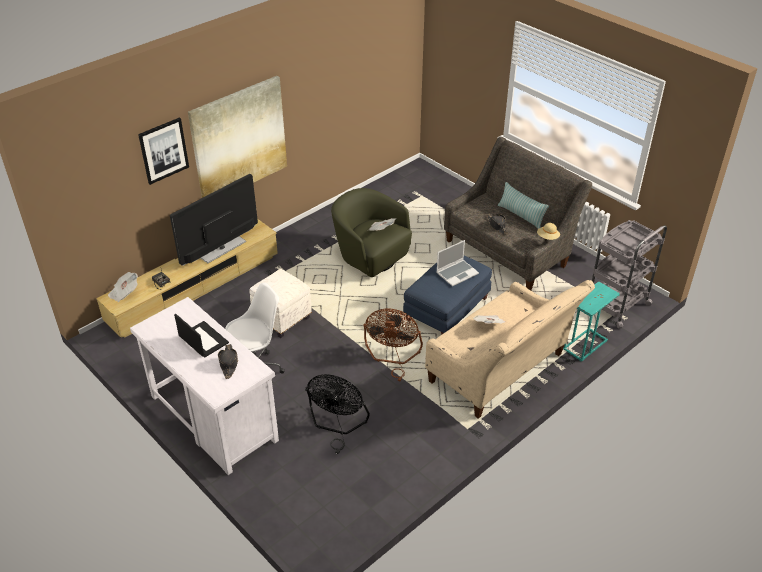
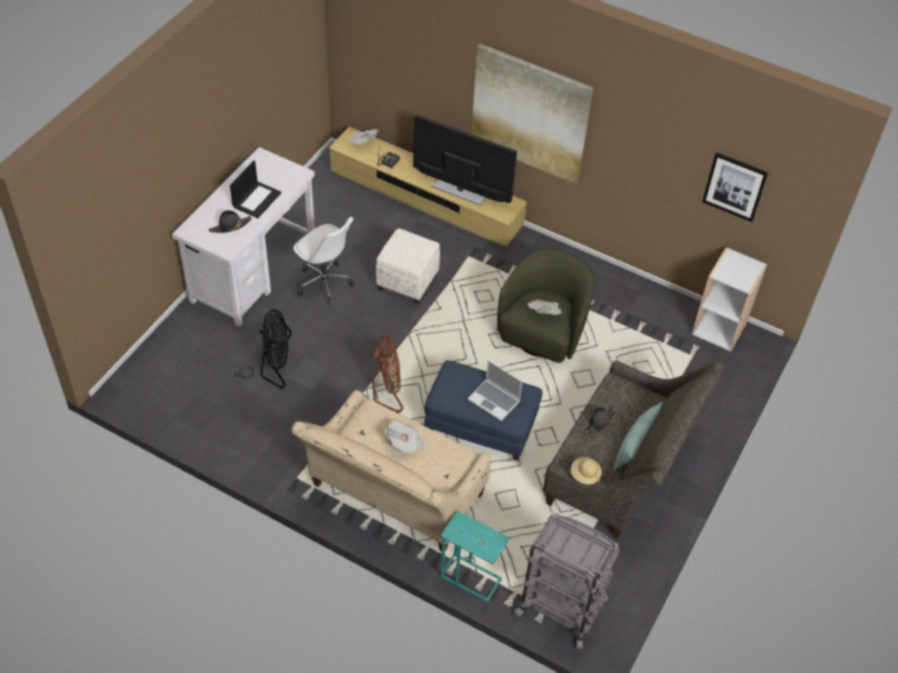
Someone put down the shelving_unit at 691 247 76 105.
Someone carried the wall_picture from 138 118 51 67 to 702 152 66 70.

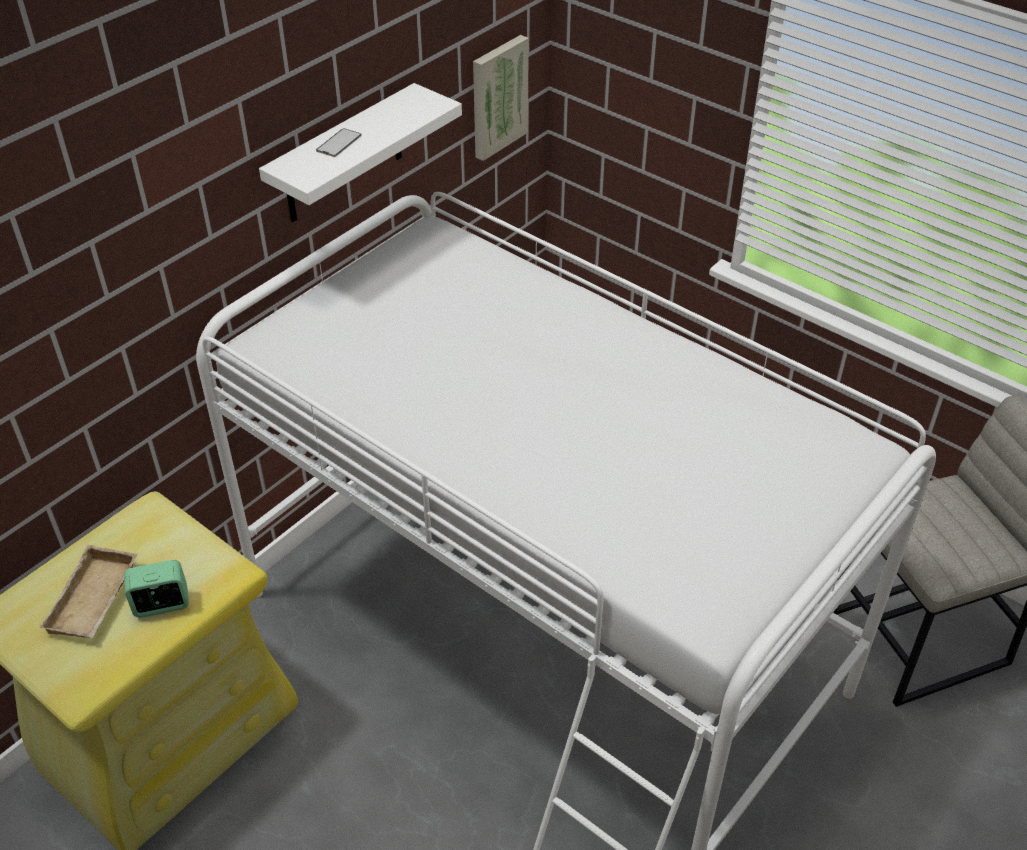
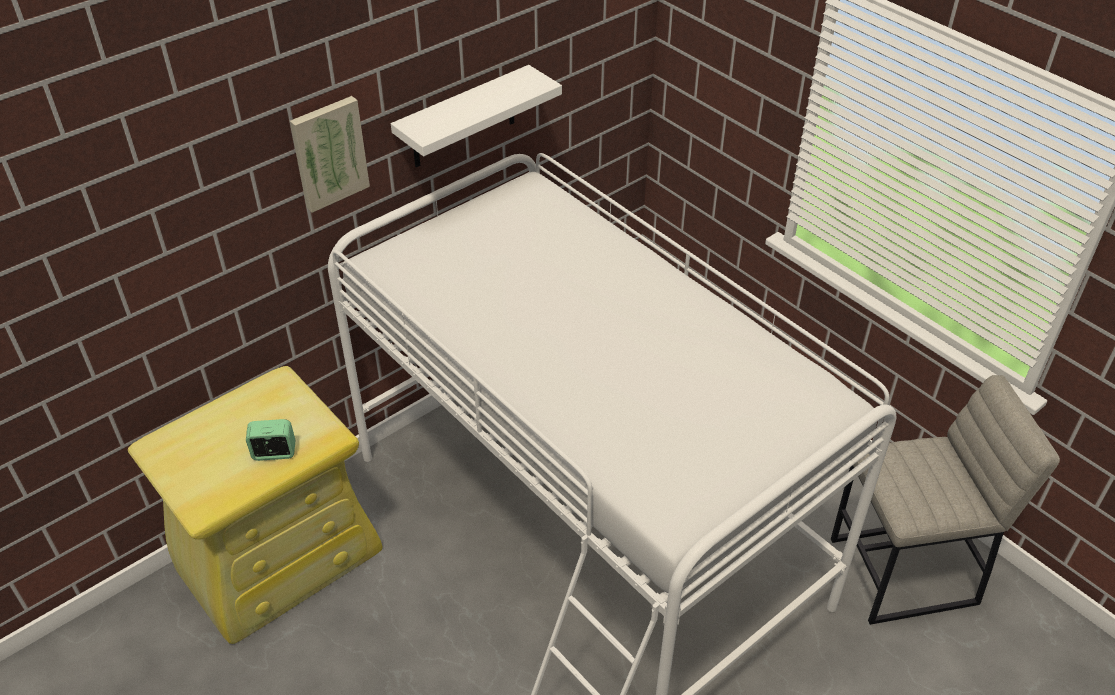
Someone carried the wall_picture from 473 35 56 126 to 290 96 80 117.
Someone took away the beige_serving_tray at 40 545 97 93.
Someone took away the handset at 316 128 46 29.

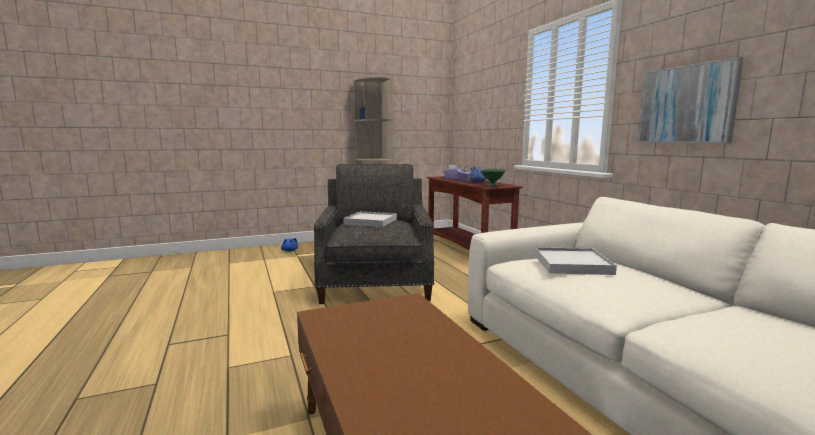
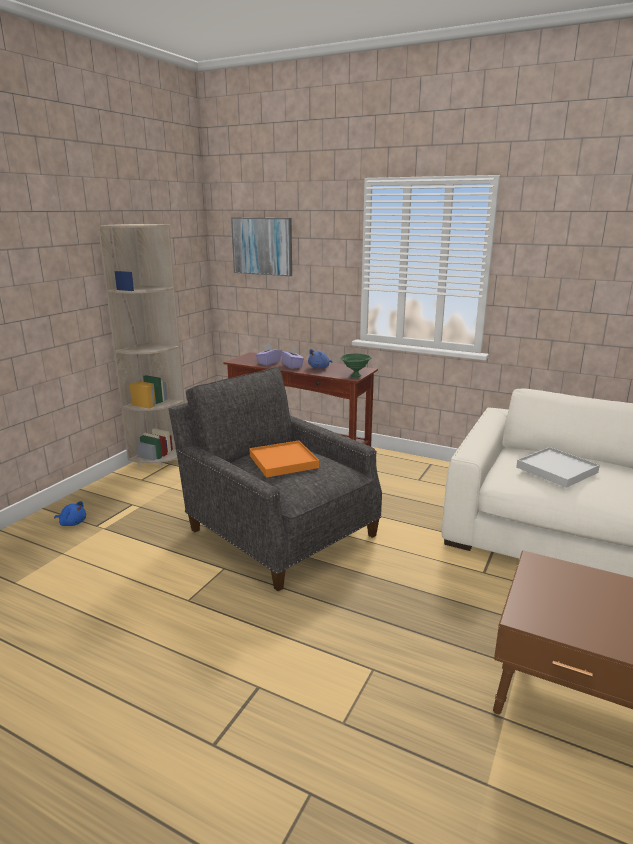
Someone carried the wall_picture from 637 57 107 86 to 231 217 61 59.
Someone repainted the white-coloured_serving_tray at 343 211 54 16, which became the orangey_serving_tray at 249 441 70 36.

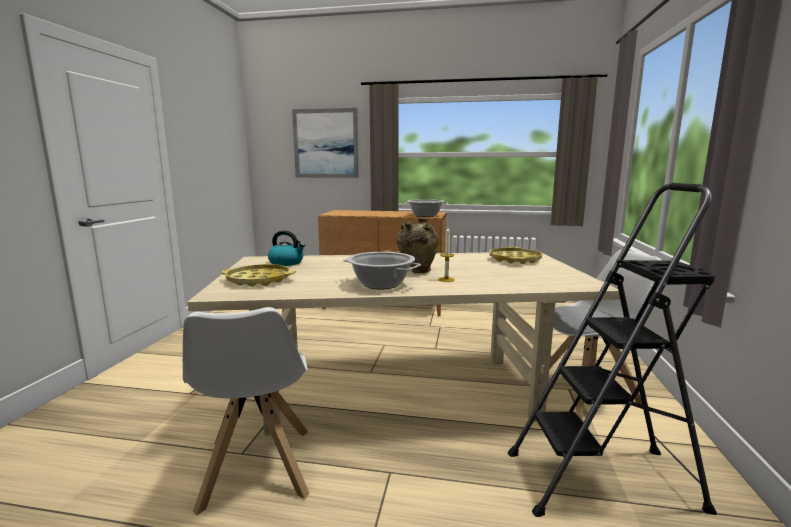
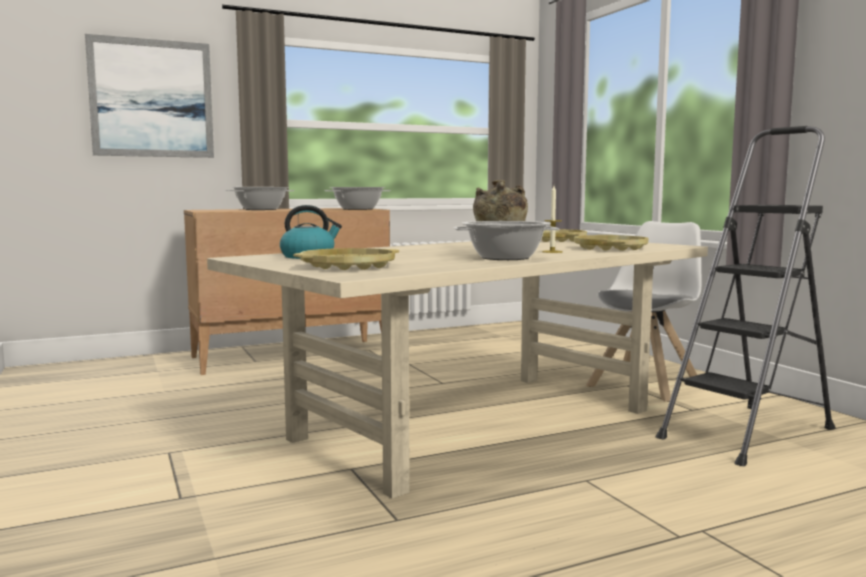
Someone put down the stockpot at 225 187 69 23.
Someone put down the yellowish_serving_tray at 574 235 74 16.
Someone took away the upright_chair at 183 307 127 209.

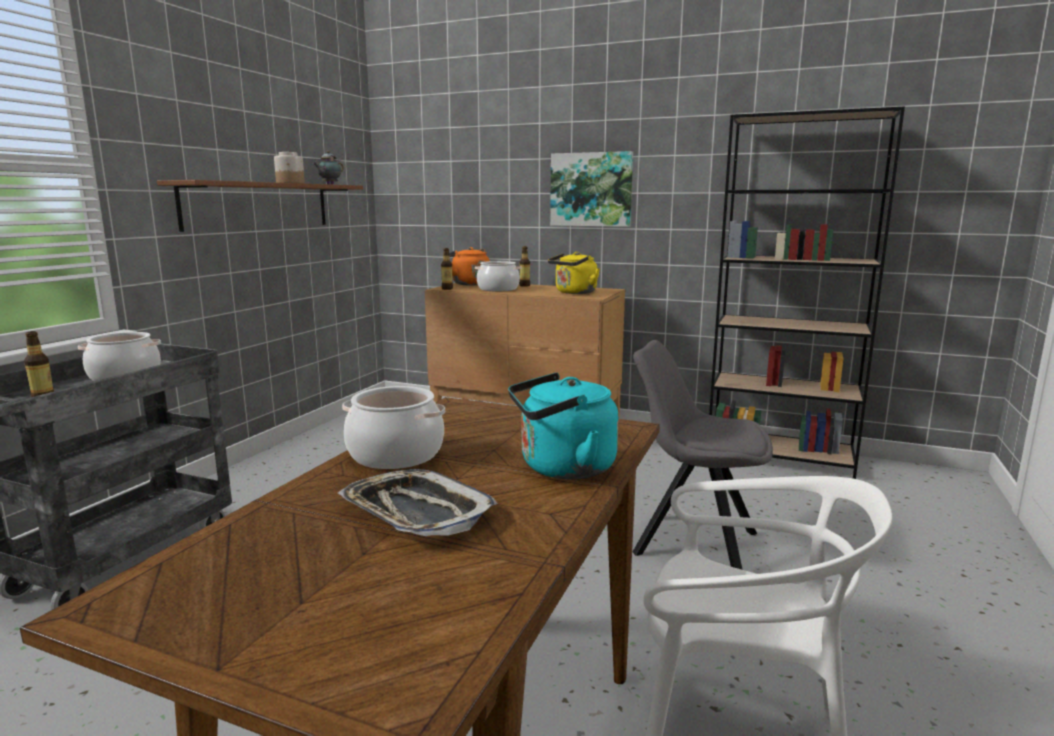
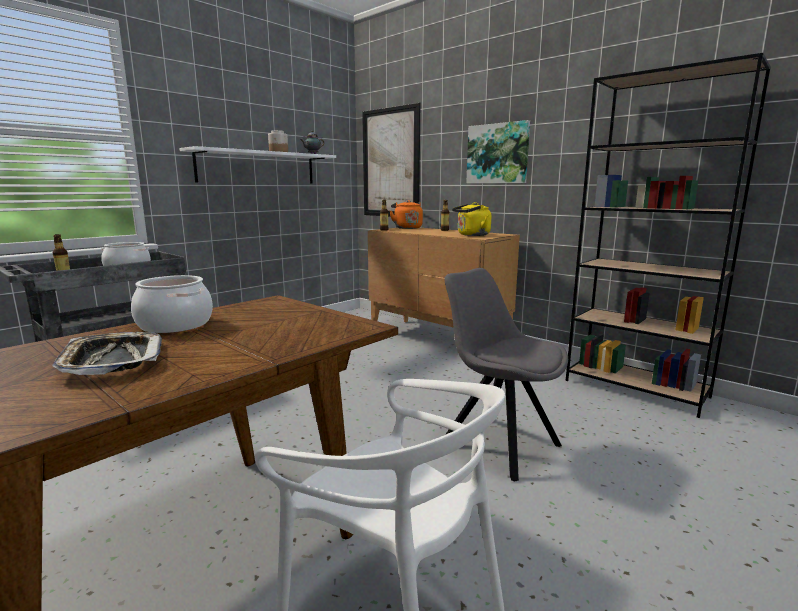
Someone repainted the brown_bracket_shelf at 157 180 206 52, which became the white-coloured_bracket_shelf at 179 146 157 38.
Someone put up the wall_picture at 362 102 58 114.
Someone took away the stockpot at 475 261 46 30.
Someone took away the turquoise-coloured_water_kettle at 508 373 111 106.

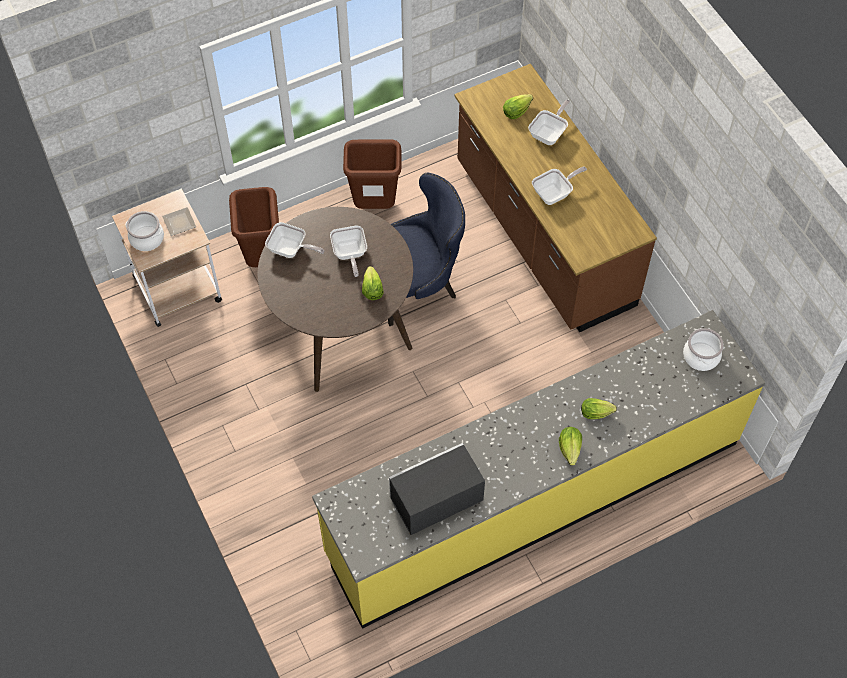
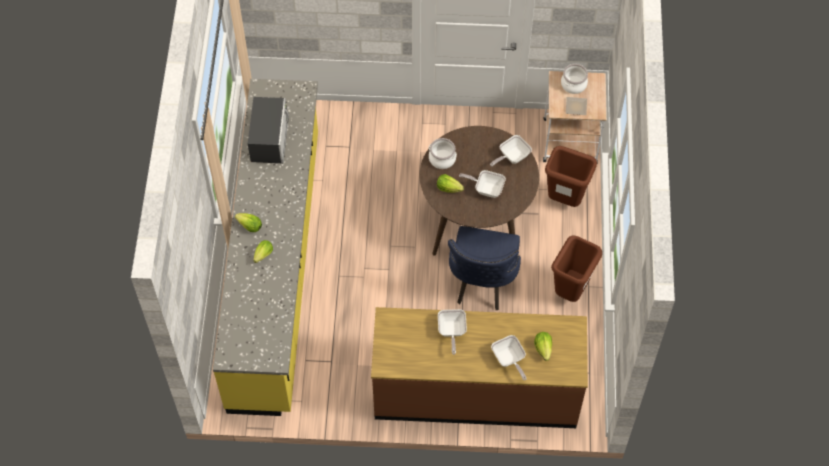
Someone carried the stockpot from 683 328 41 43 to 429 138 28 31.

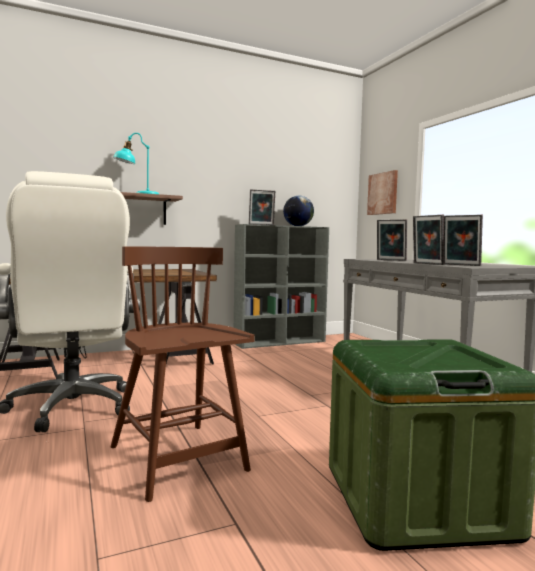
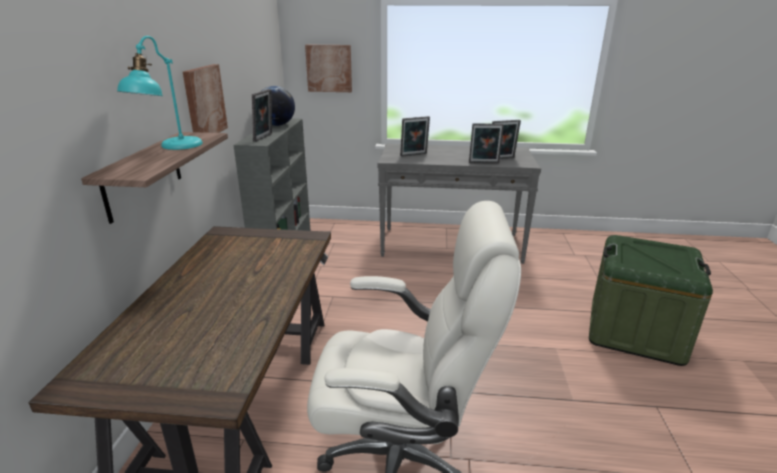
Someone put up the wall_picture at 183 64 45 69.
Someone took away the brown_upright_chair at 111 246 144 256.

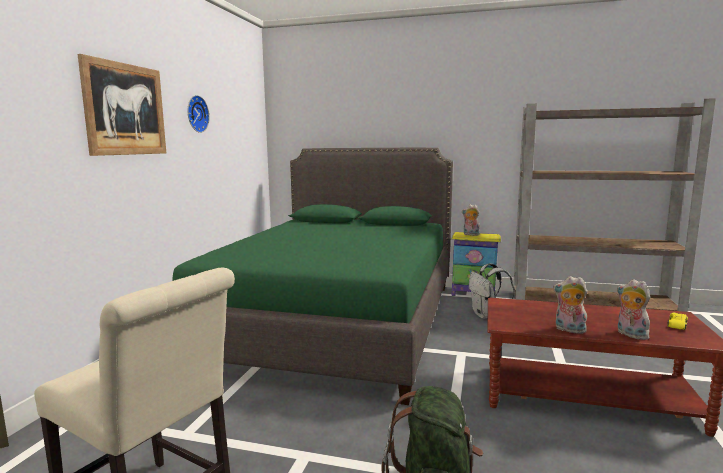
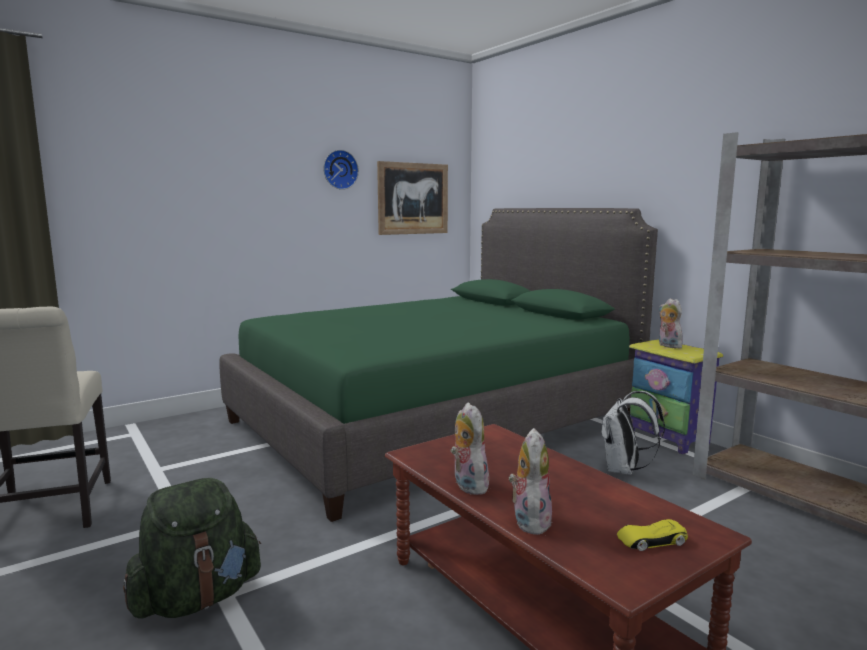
Someone carried the wall_picture from 78 54 88 102 to 377 161 71 74.

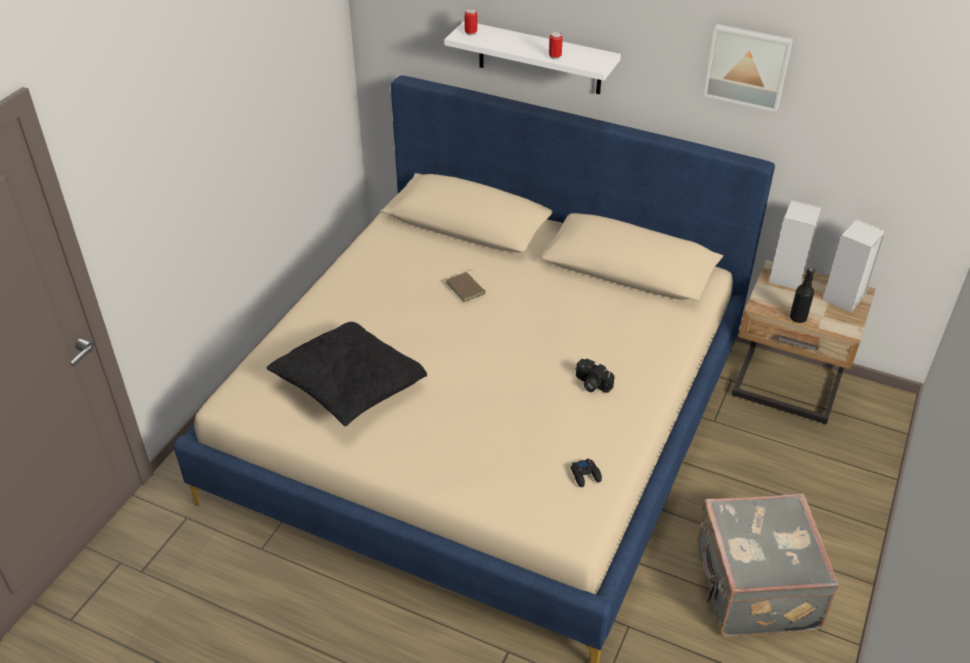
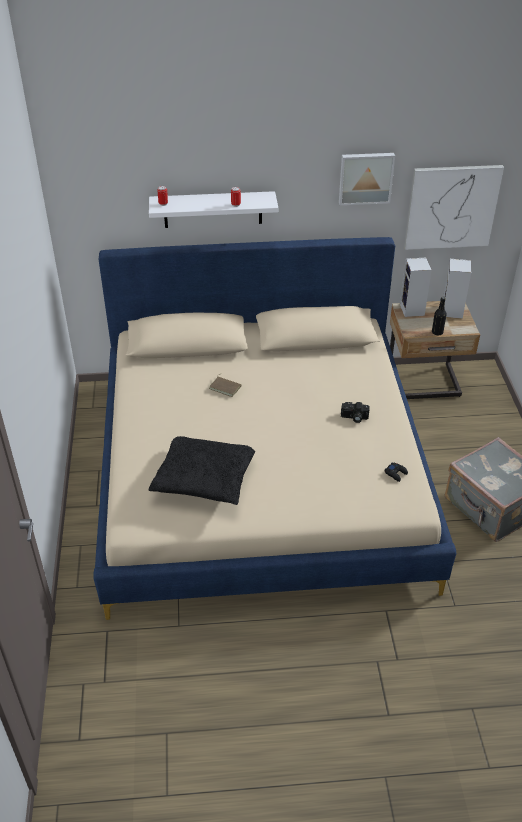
Someone put up the wall_picture at 404 165 100 85.

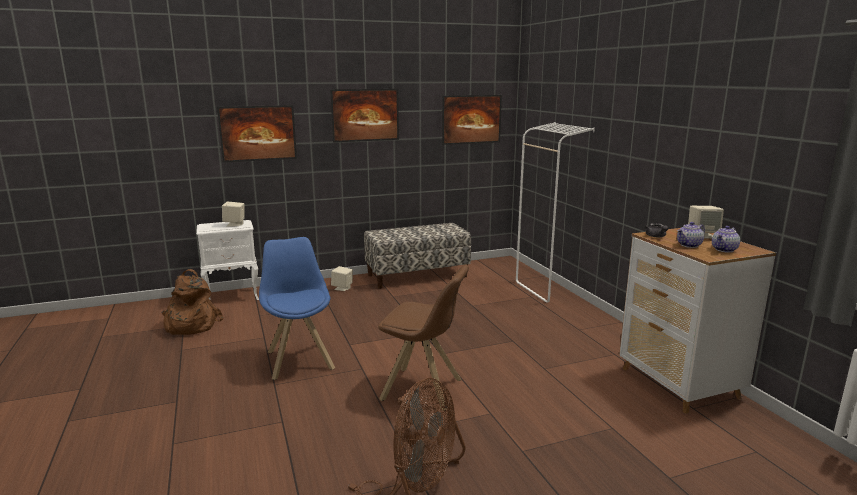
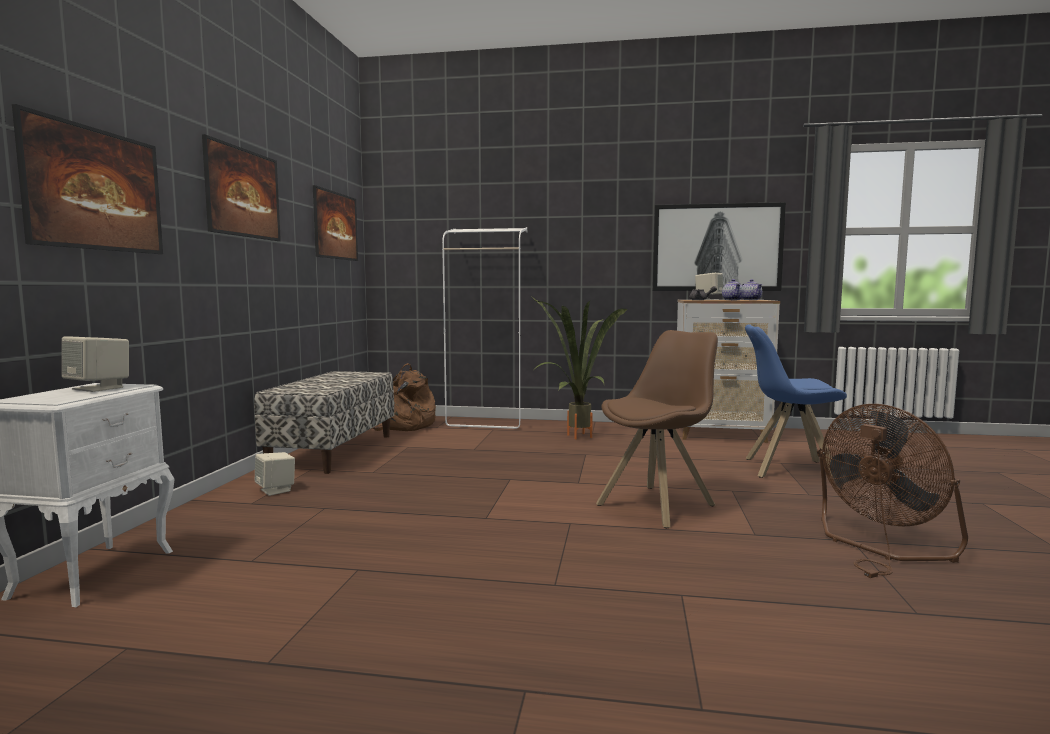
Someone carried the brown_knapsack from 161 269 62 66 to 372 363 64 68.
Someone put down the houseplant at 532 297 96 142.
Someone put up the wall_picture at 653 202 133 88.
Someone carried the blue_upright_chair from 259 237 76 143 to 745 324 102 154.

